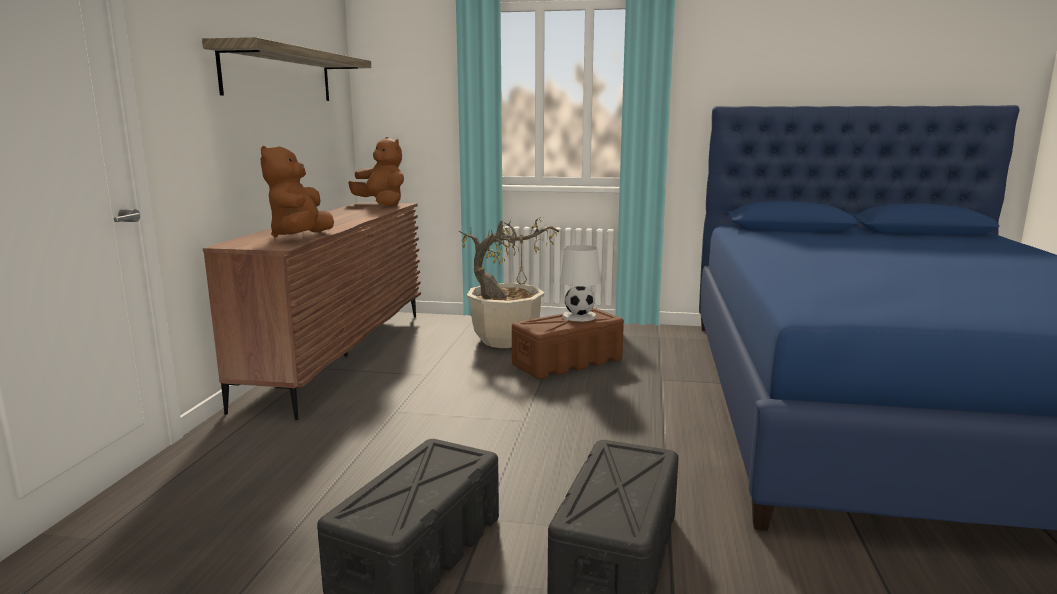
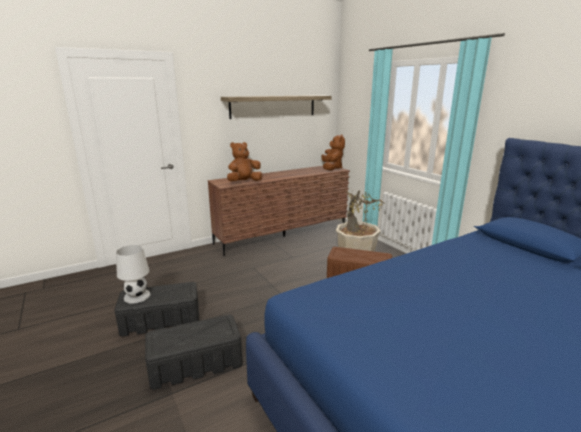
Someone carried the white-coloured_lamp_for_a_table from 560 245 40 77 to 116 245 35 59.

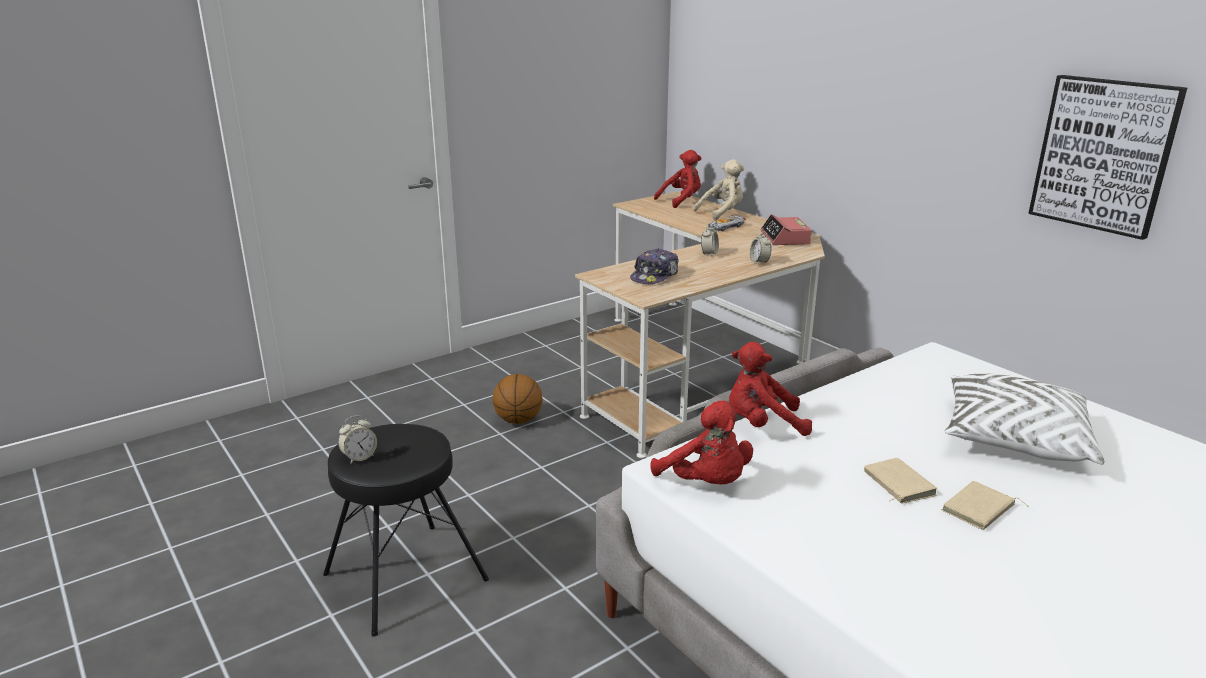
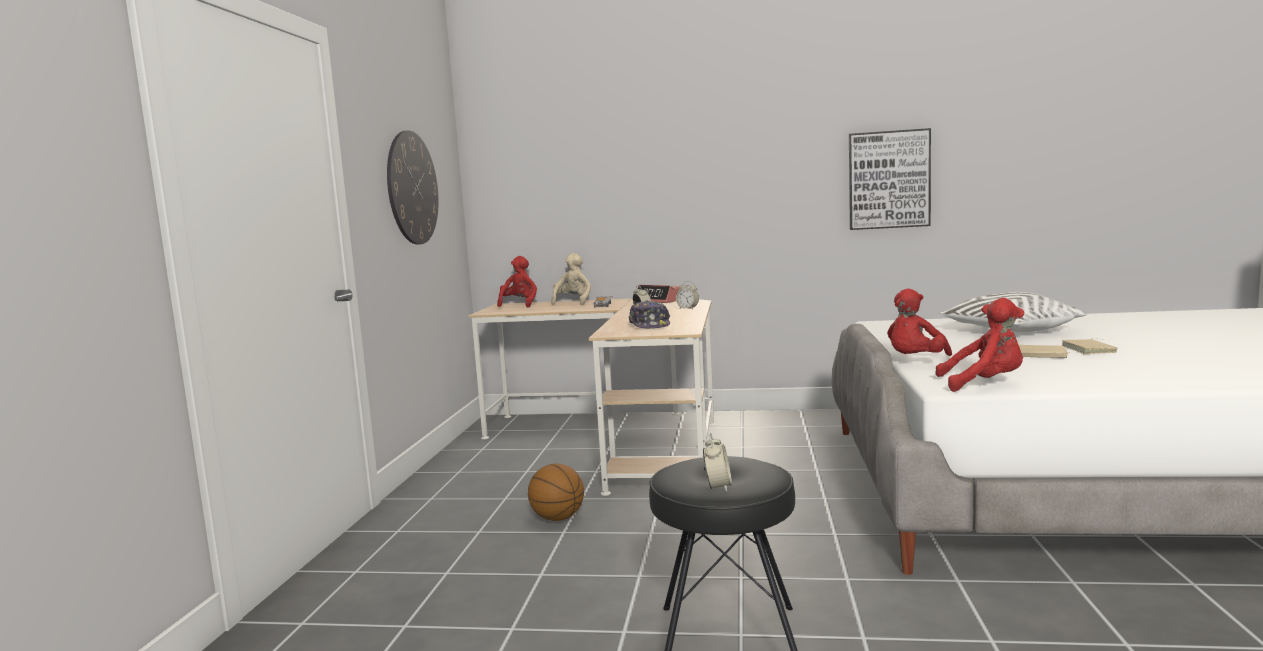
Someone put up the wall_clock at 387 130 52 114.

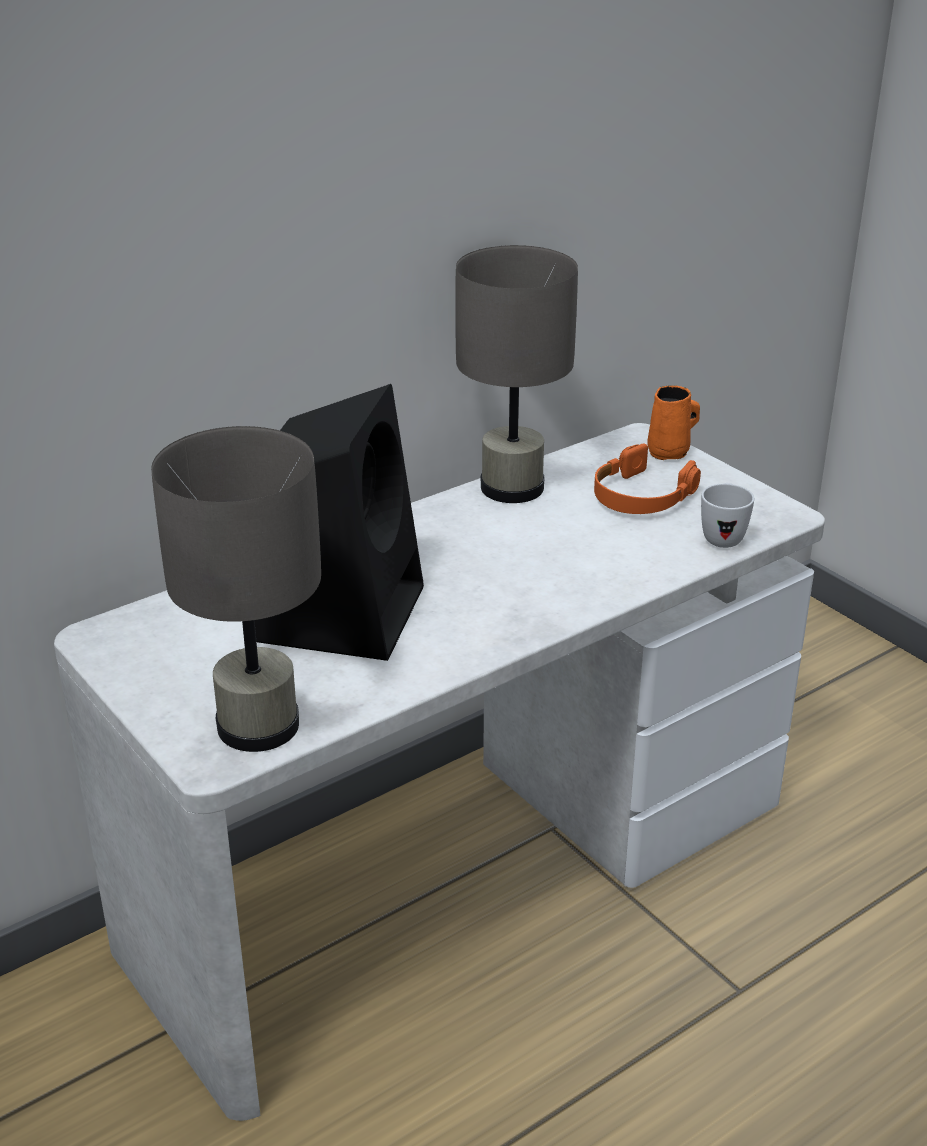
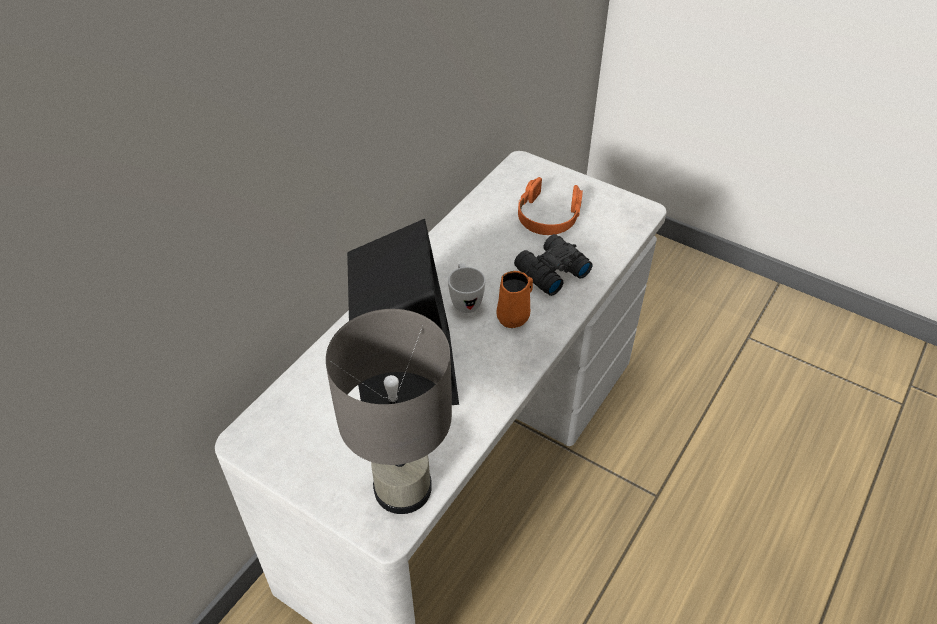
Someone carried the white-coloured_mug from 701 483 53 65 to 448 263 38 50.
Someone carried the orangey_mug from 647 385 53 75 to 496 271 37 57.
Someone put down the black-coloured_binoculars at 514 234 79 62.
Someone took away the gray_lamp_for_a_table at 455 245 123 258.

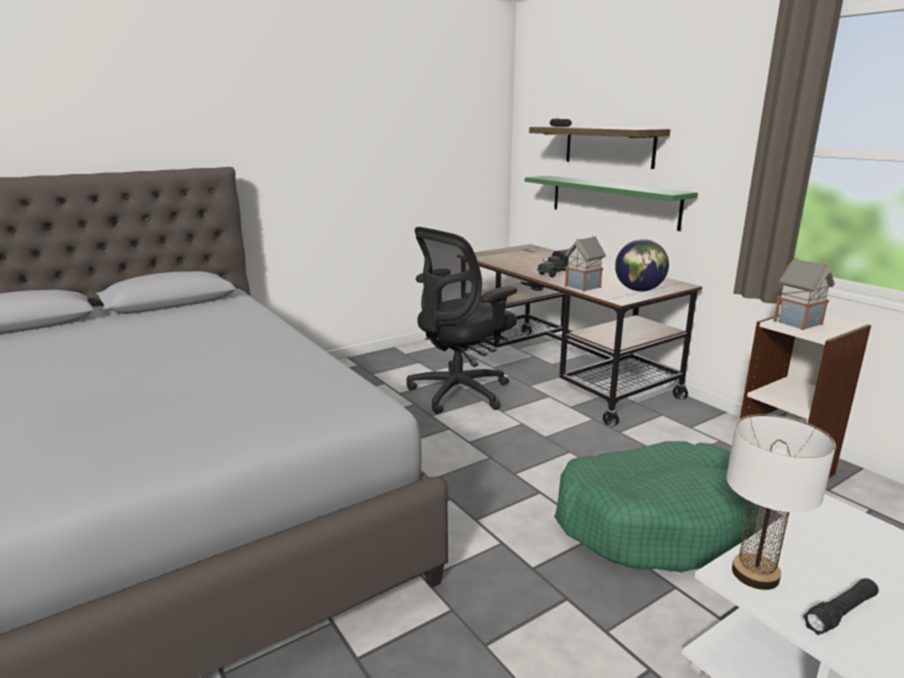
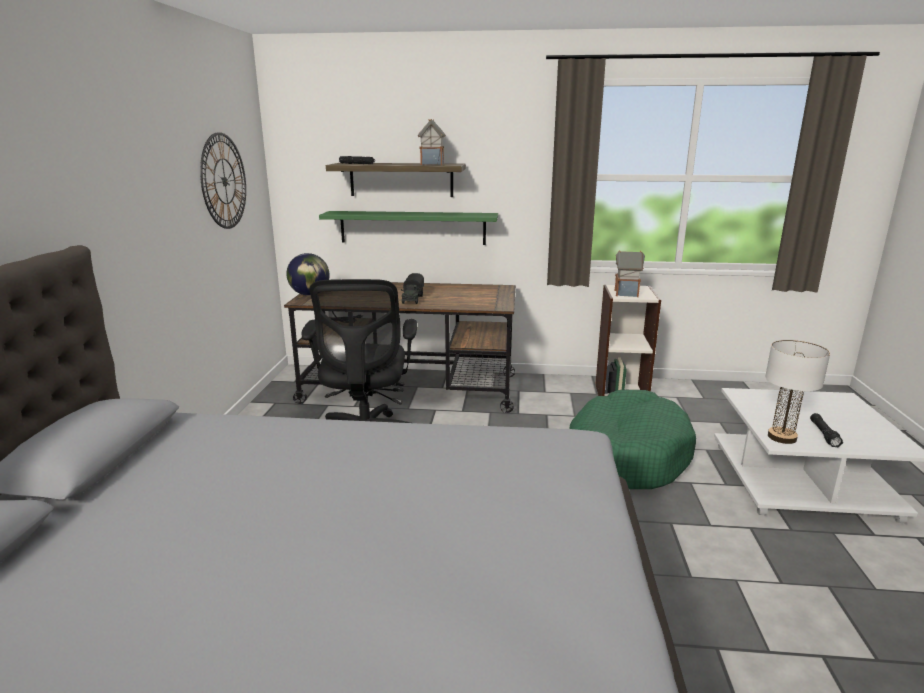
Someone put up the wall_clock at 200 132 46 97.
Someone carried the world_globe from 615 239 54 52 to 286 253 44 43.
Someone carried the miniature_house from 565 236 41 56 to 418 119 28 46.

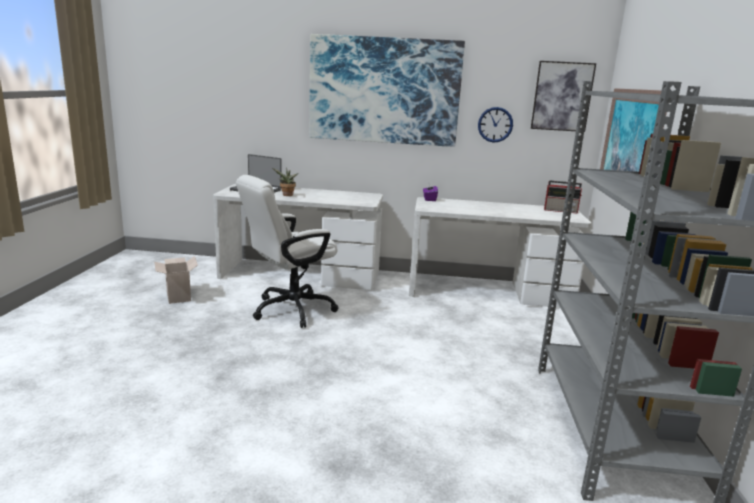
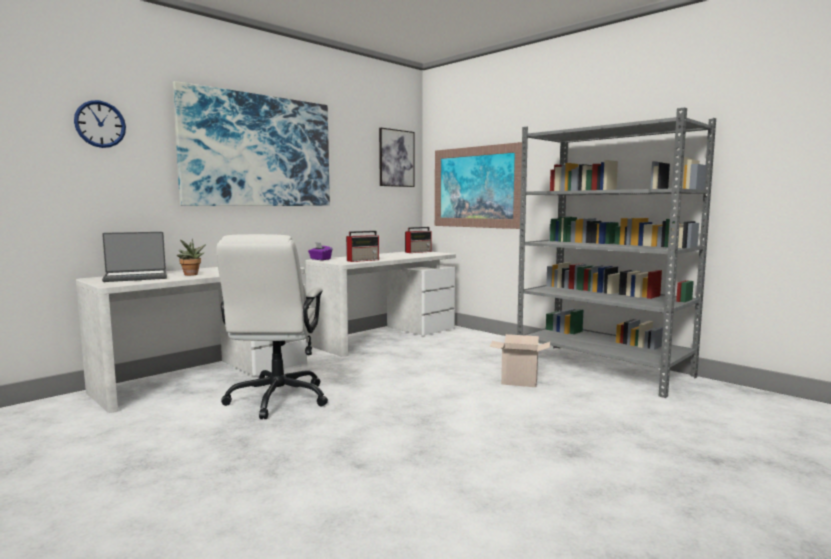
Someone carried the wall_clock from 478 107 35 36 to 74 100 52 48.
Someone put down the radio_receiver at 346 231 33 31.
Someone carried the packing_box from 154 256 44 48 to 490 334 60 53.

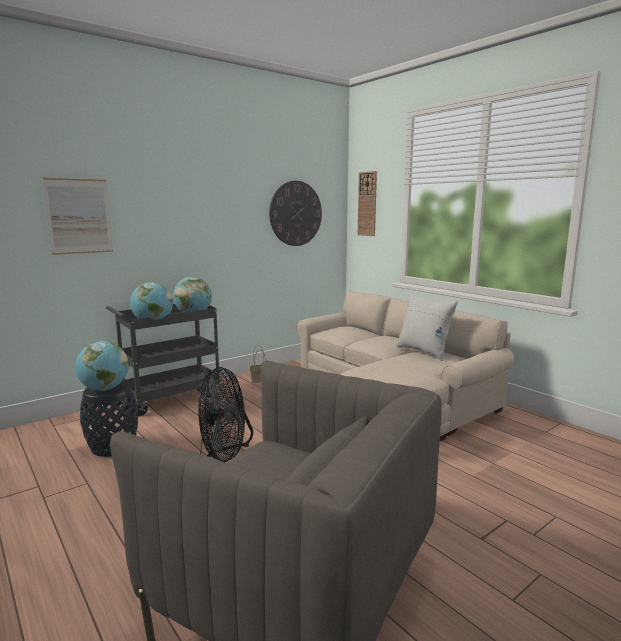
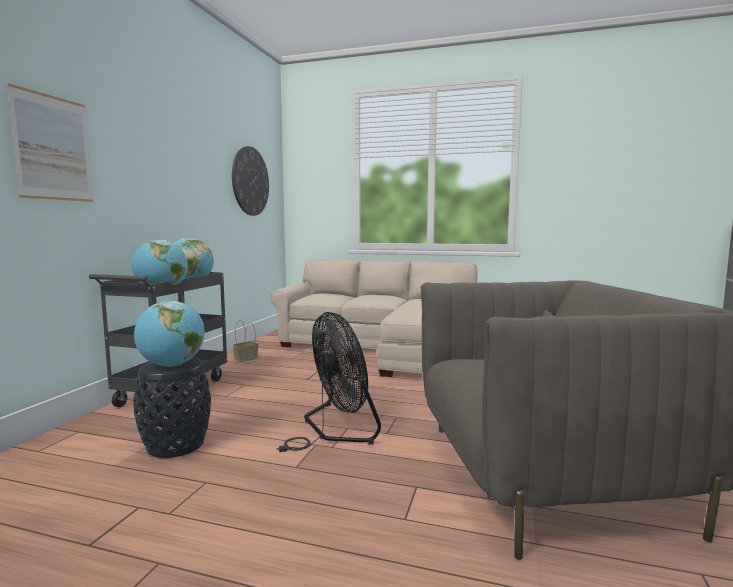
Someone took away the wall_clock at 358 171 19 65.
Someone took away the gray_throw_pillow at 396 293 62 68.

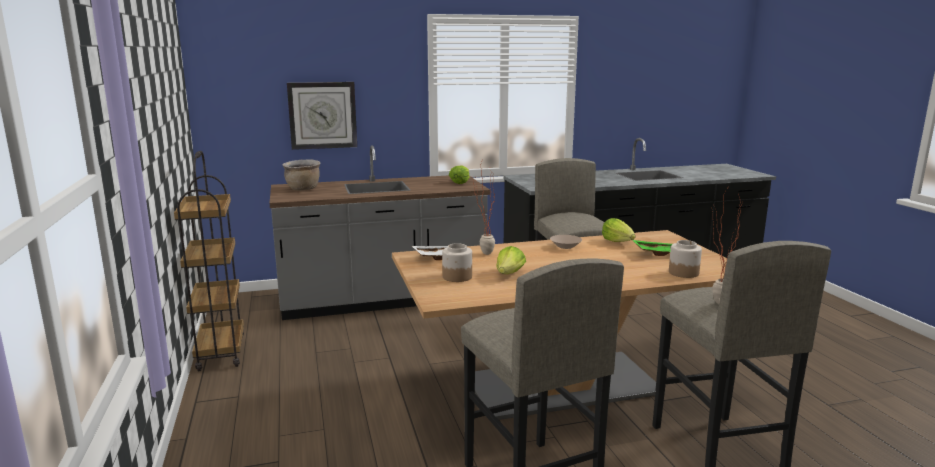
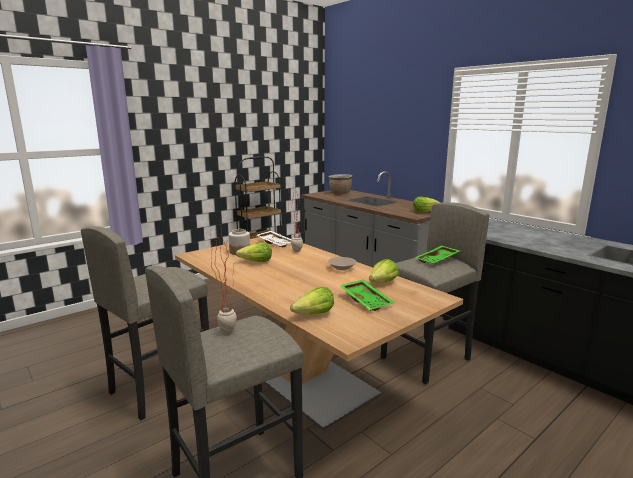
Someone swapped the jar at 669 240 33 38 for the lettuce_head at 290 287 44 27.
Someone put down the greenish_serving_tray at 415 245 45 19.
Someone took away the wall_clock at 287 82 70 68.

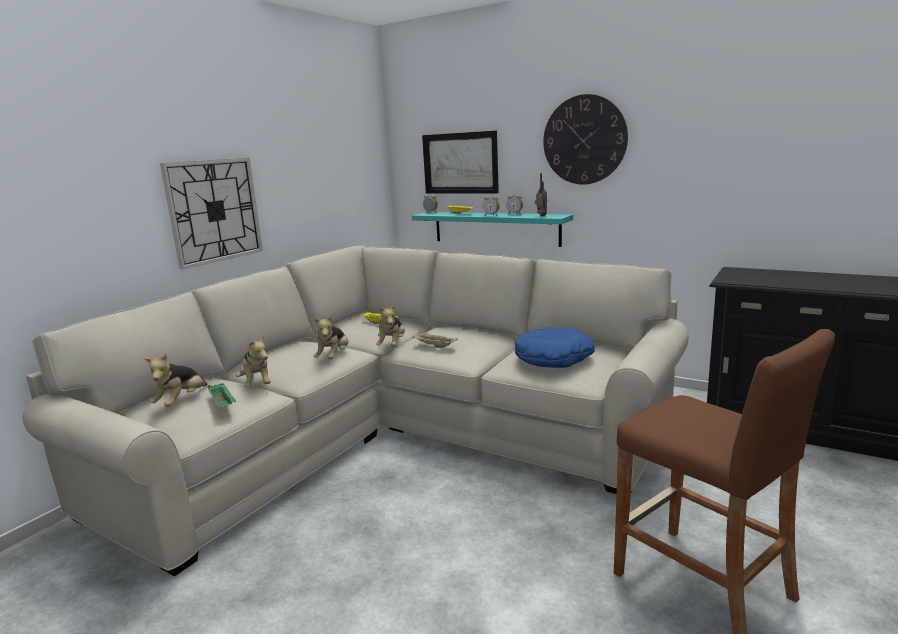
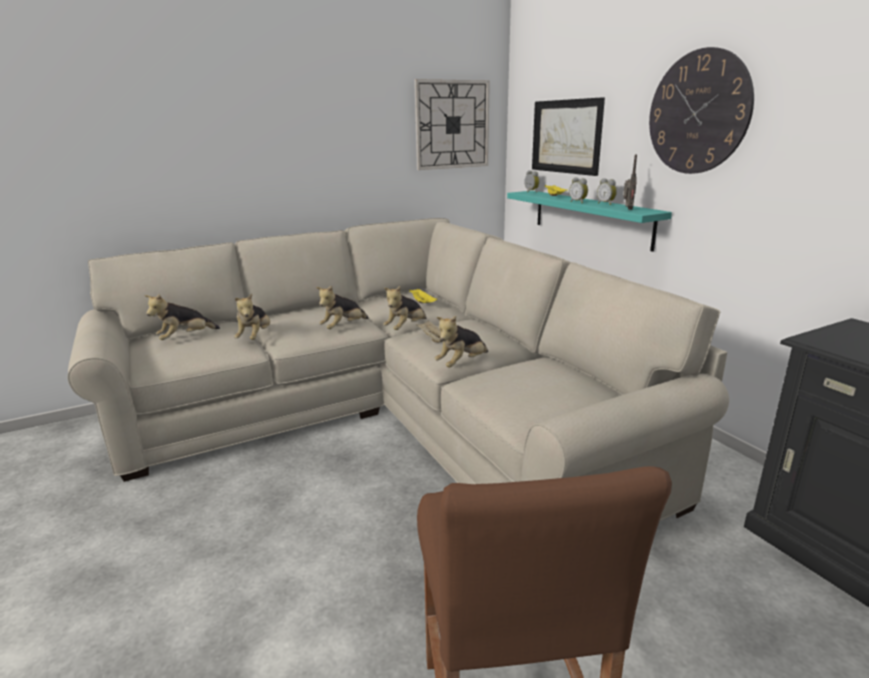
Someone carried the wall_clock from 160 158 103 112 to 414 79 76 91.
Someone put down the soft_toy at 435 316 53 52.
Someone took away the greenish_serving_tray at 208 383 28 24.
Someone took away the blue_throw_pillow at 515 327 80 41.

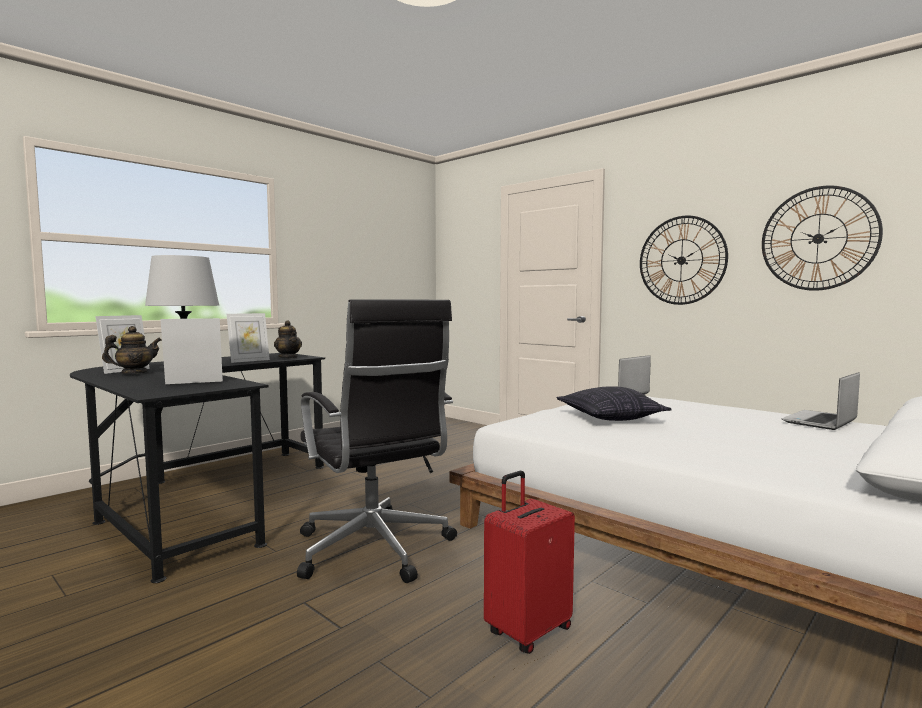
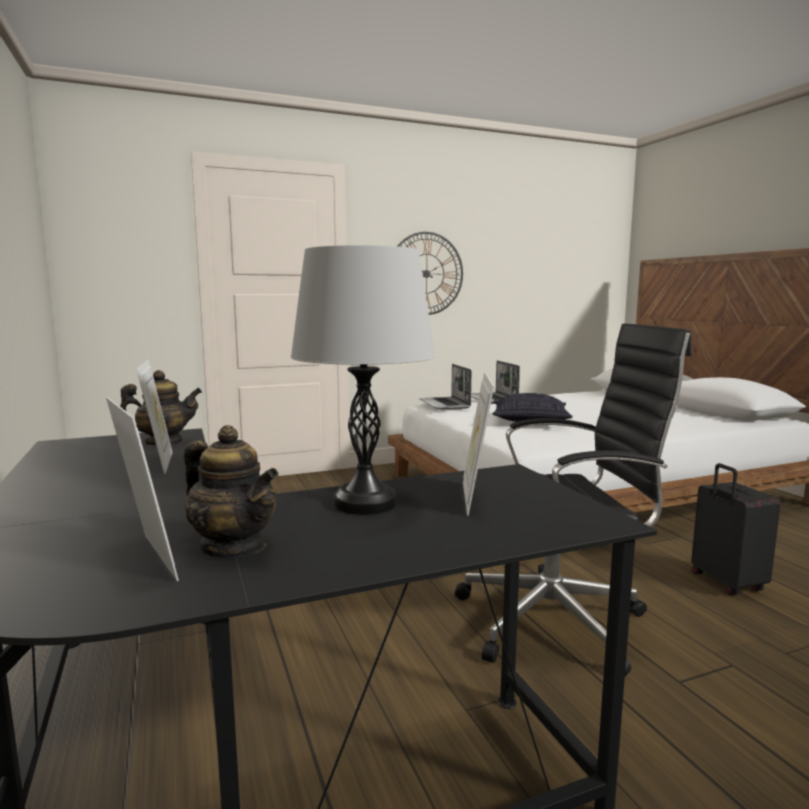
Someone rotated the teapot at 102 326 60 48 by 135 degrees clockwise.
Someone carried the portable_computer from 781 372 79 58 to 471 360 49 44.
Someone repainted the reddish_suitcase at 484 471 91 183, which became the black-coloured_suitcase at 691 463 90 132.
Someone took away the wall_clock at 762 186 121 105.

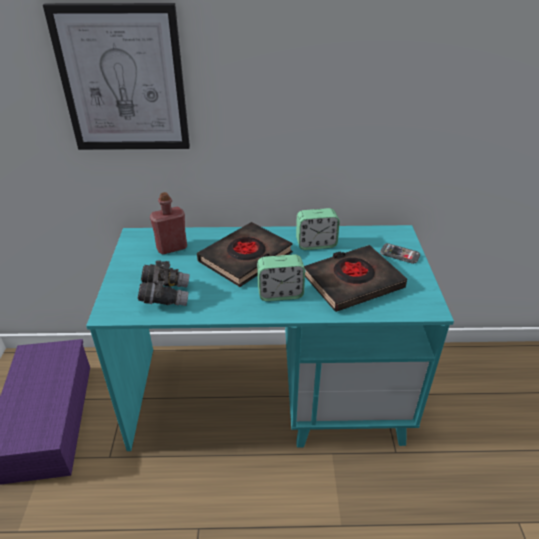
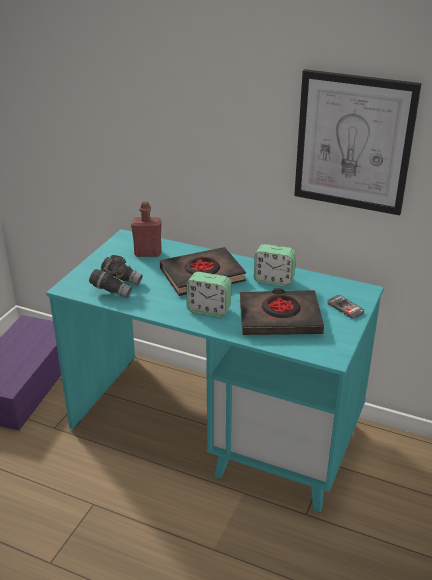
Someone carried the wall_picture from 43 3 147 147 to 294 69 128 146.

